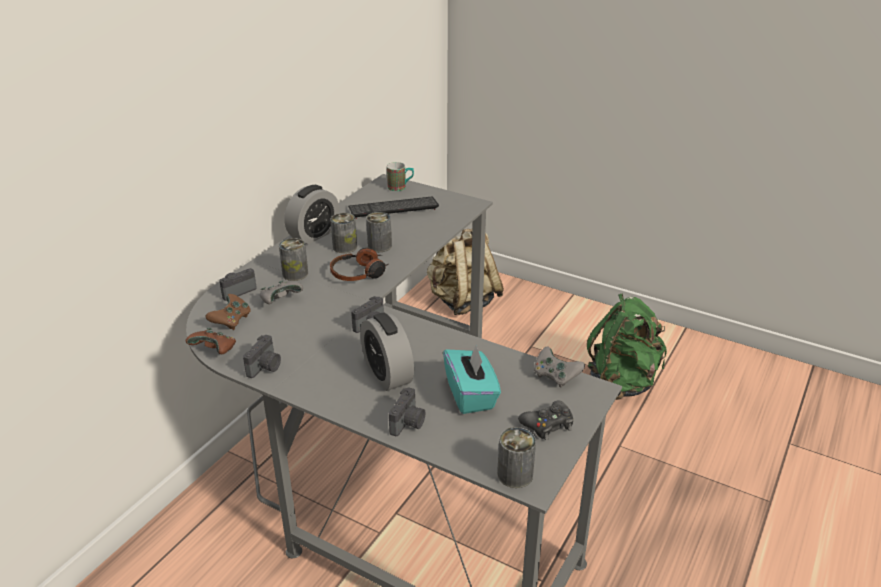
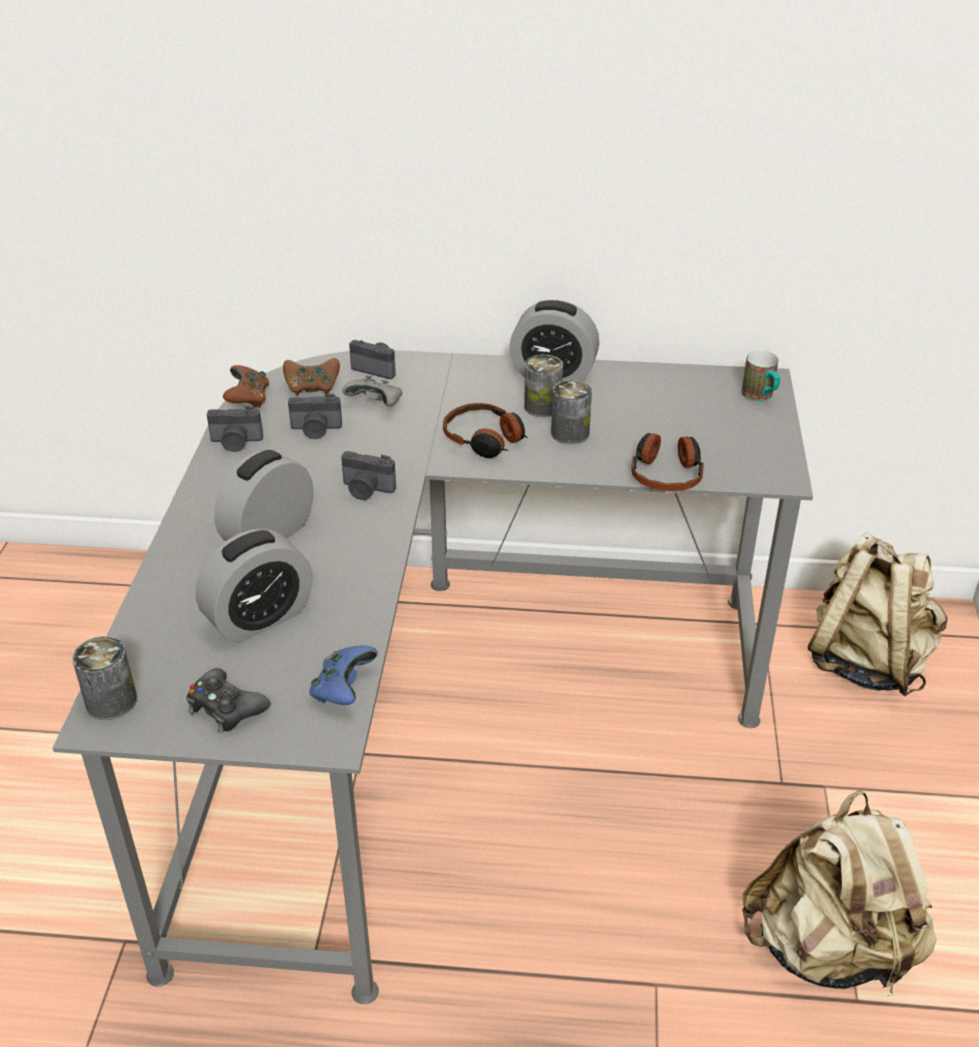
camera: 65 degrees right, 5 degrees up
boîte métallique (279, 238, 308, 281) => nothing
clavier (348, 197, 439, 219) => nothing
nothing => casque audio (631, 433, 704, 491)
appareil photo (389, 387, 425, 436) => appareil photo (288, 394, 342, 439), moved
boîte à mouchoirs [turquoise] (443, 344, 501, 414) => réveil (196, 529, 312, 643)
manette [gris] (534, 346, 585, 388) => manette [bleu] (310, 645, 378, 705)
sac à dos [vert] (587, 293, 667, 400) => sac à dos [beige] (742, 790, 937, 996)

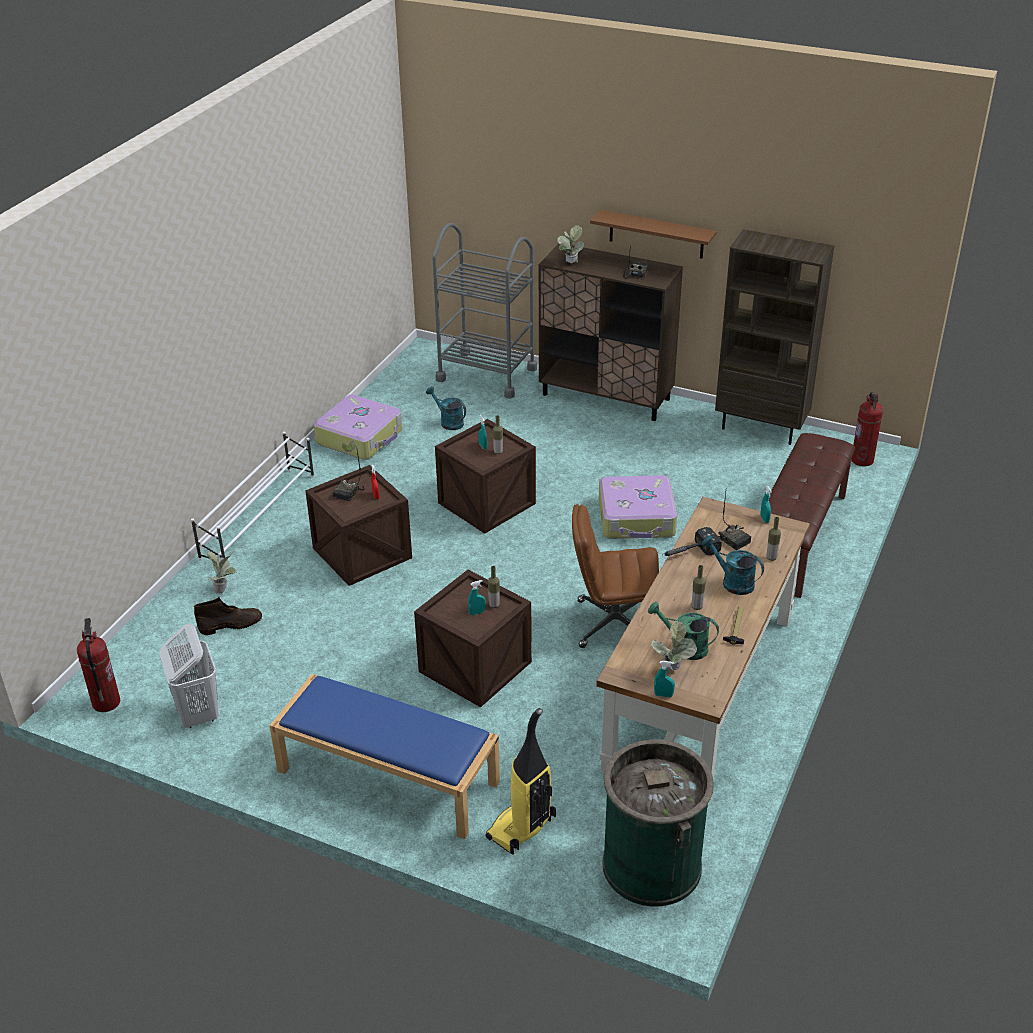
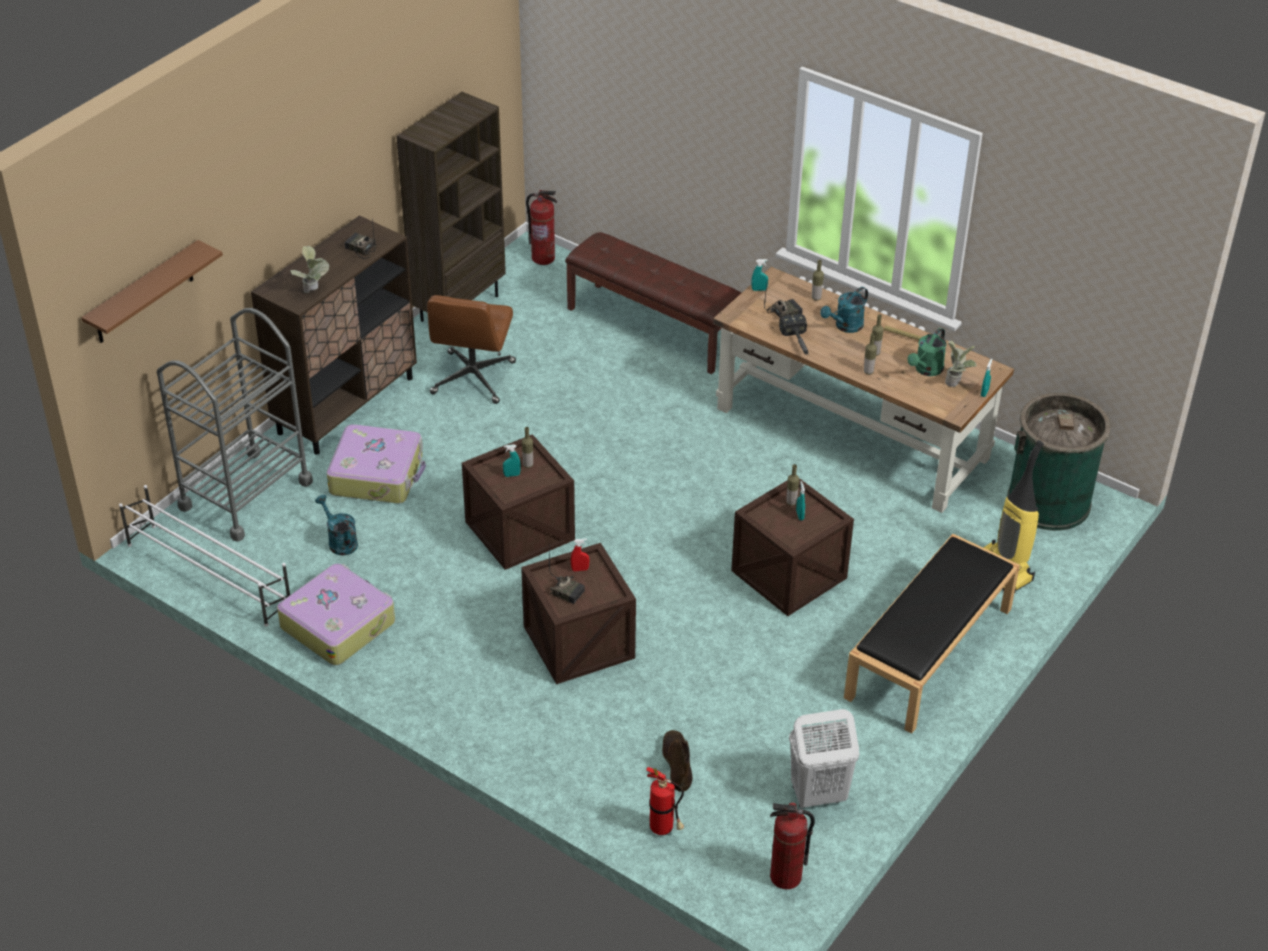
camera: 80 degrees left, 5 degrees up
plante en pot (206, 551, 237, 594) => nothing
nothing => extincteur (646, 767, 684, 835)
nothing => bouteille (864, 333, 877, 375)
étagère à chaussures [blanc] (191, 432, 314, 560) => étagère à chaussures [blanc] (119, 485, 290, 627), moved
chaise de bureau [marron] (572, 504, 659, 648) => chaise de bureau [marron] (427, 295, 516, 404), moved
étagère [marron] (590, 210, 717, 259) => étagère [marron] (81, 240, 223, 343), moved
valise (599, 475, 677, 539) => valise (327, 424, 426, 503), moved
banc [bleu] (270, 674, 500, 839) => banc [noir] (844, 534, 1020, 734)
arrosoir [turquoise] (426, 386, 466, 430) => arrosoir [turquoise] (315, 495, 358, 556), 90 degrees clockwise

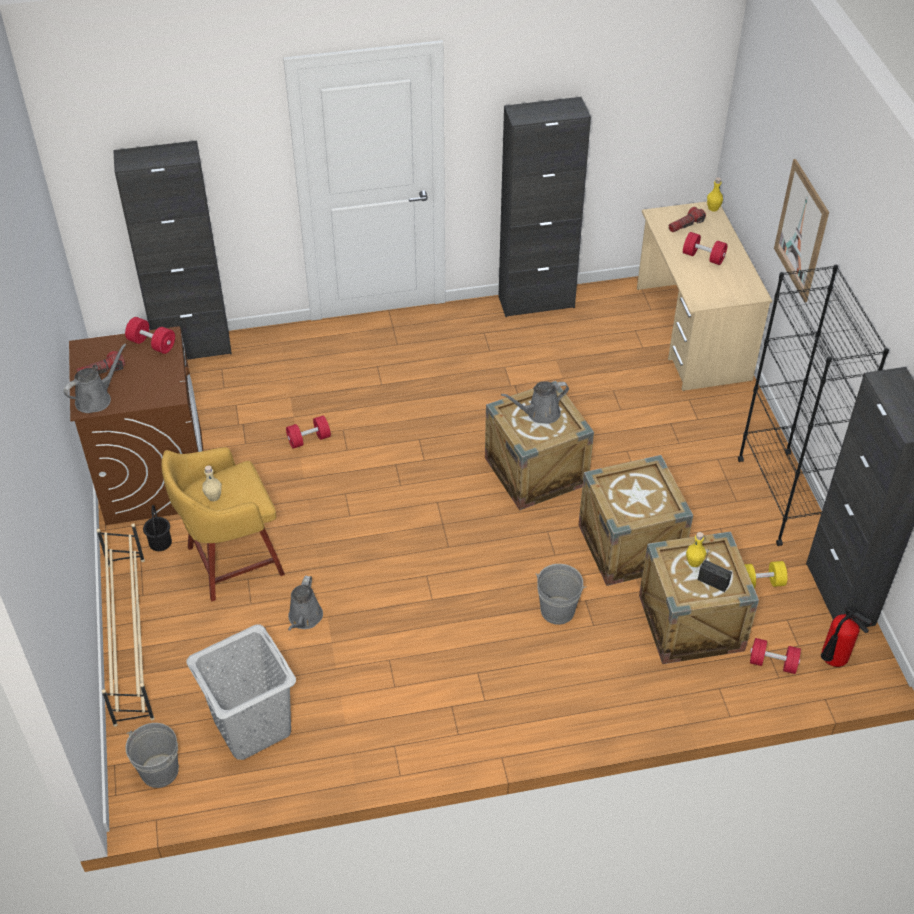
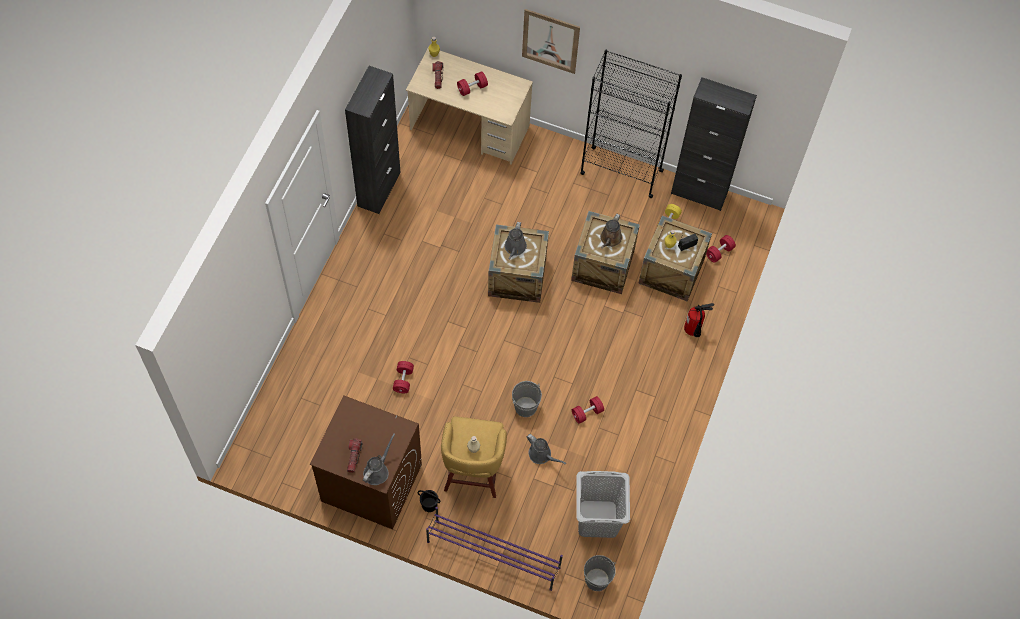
camera: 60 degrees left, 15 degrees up
meuble de rangement [noir] (113, 141, 232, 360) => nothing
nothing => arrosoir [marron] (600, 214, 622, 248)
haltère [rouge] (125, 317, 175, 354) => haltère [rouge] (572, 396, 604, 424), moved
seau [gris] (536, 564, 586, 625) => seau [gris] (512, 381, 542, 417), moved
extincteur (821, 607, 872, 667) => extincteur (684, 303, 714, 337), moved
étagère à chaussures [beige] (97, 523, 155, 727) => étagère à chaussures [violet] (426, 507, 563, 591)
arrosoir [gris] (64, 344, 126, 413) => arrosoir [gris] (363, 434, 395, 485), 45 degrees clockwise

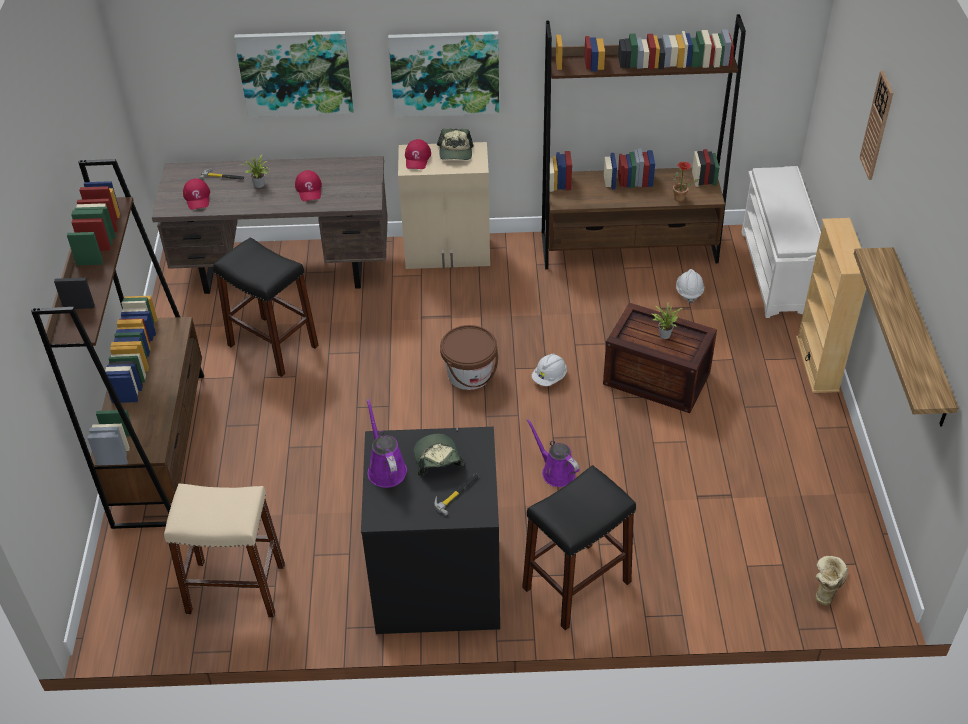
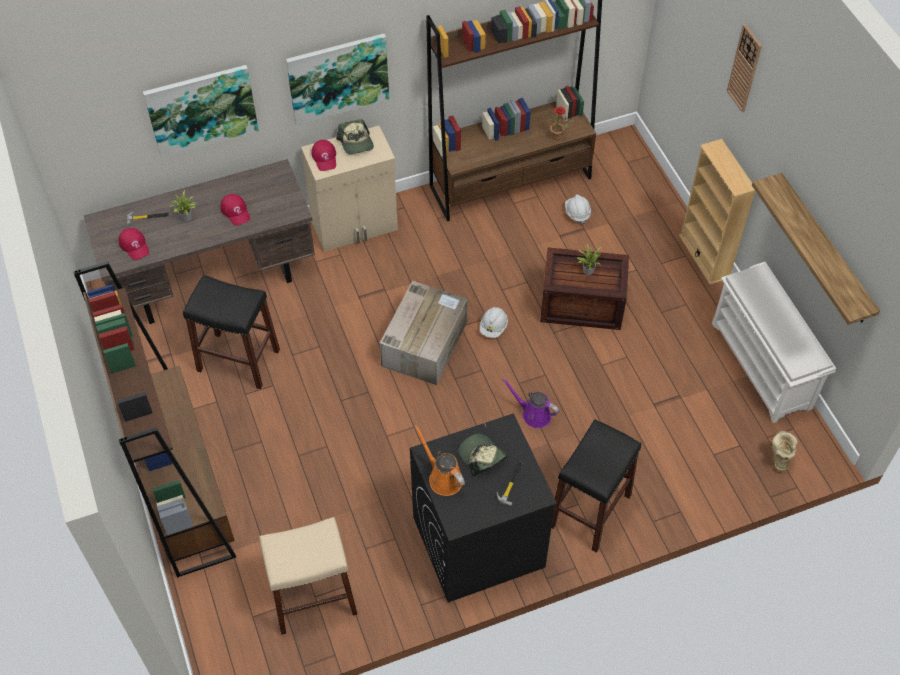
camera: 20 degrees left, 10 degrees up
étagère à chaussures [blanc] (742, 166, 821, 318) => étagère à chaussures [blanc] (712, 262, 836, 423), moved
seau [marron] (440, 325, 498, 390) => carton (379, 281, 468, 385)
arrosoir [violet] (367, 399, 407, 488) => arrosoir [orange] (414, 425, 465, 496)

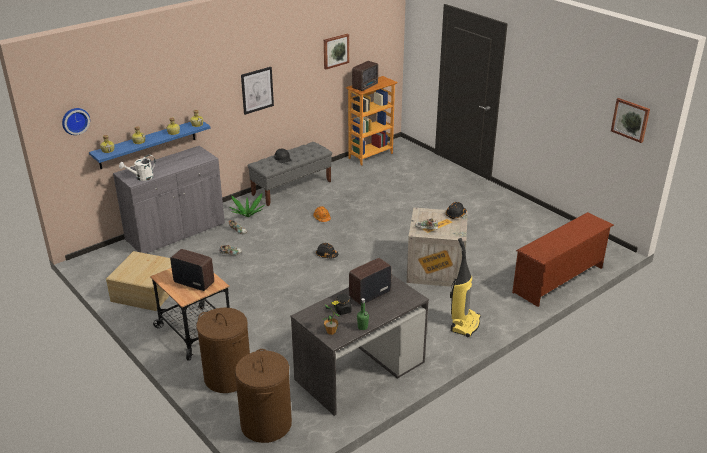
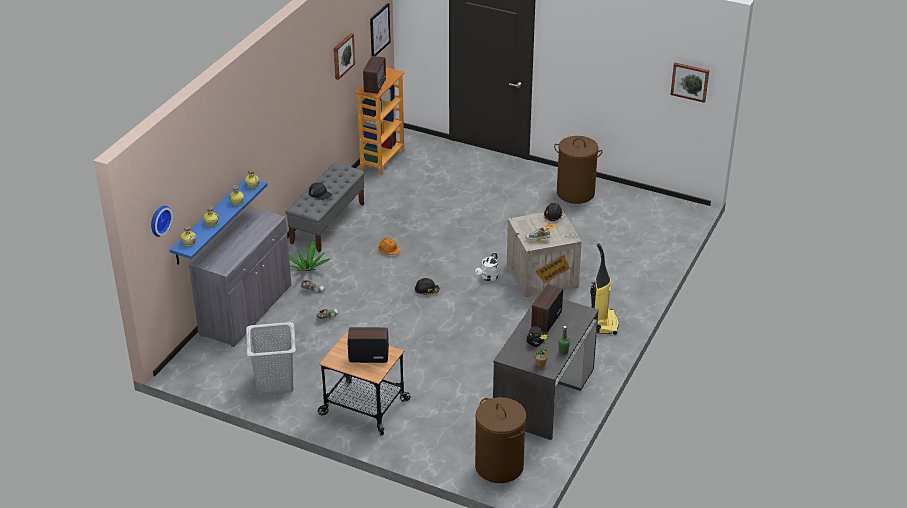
camera: 25 degrees left, 5 degrees up
étagère à chaussures [marron] (512, 212, 614, 307) => nothing
arrosoir [blanc] (119, 155, 155, 181) => arrosoir [blanc] (475, 252, 498, 281), moved
panier à linge [marron] (196, 308, 250, 393) => panier à linge [marron] (554, 136, 603, 204), moved
tableau (241, 67, 274, 115) => tableau (370, 3, 391, 56), moved
boîte de rangement [beige] (106, 251, 171, 311) => panier à linge [gris] (246, 322, 296, 395)

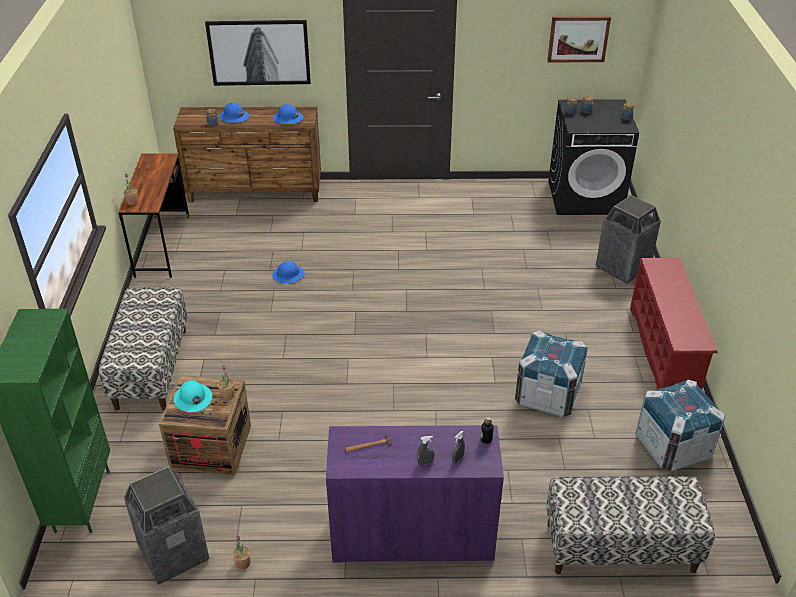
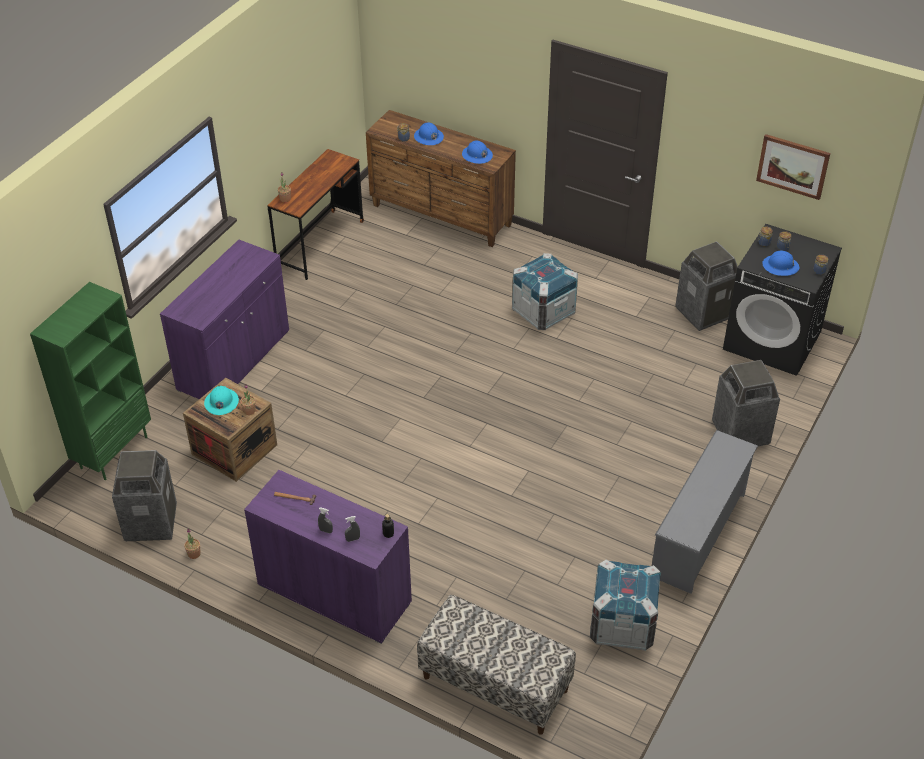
camera: 30 degrees right, 5 degrees up
tableau (205, 20, 311, 86) => nothing
nothing => poubelle (675, 241, 738, 331)
casque de chantier [bleu] (272, 261, 305, 284) => casque de chantier [bleu] (763, 251, 799, 276), moved
caisse (515, 331, 588, 417) => caisse (512, 253, 578, 330), moved
banc (99, 287, 188, 411) => meuble de rangement [violet] (160, 240, 289, 399)
étagère à chaussures [rouge] (630, 258, 718, 389) => étagère à chaussures [gris] (652, 430, 758, 594)

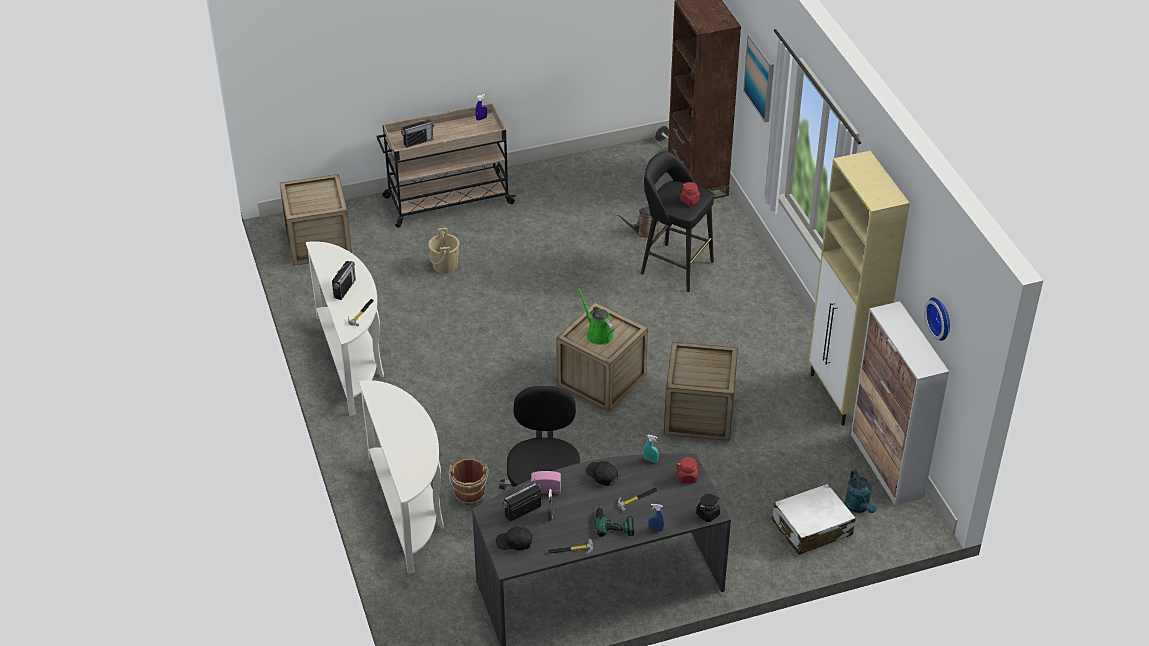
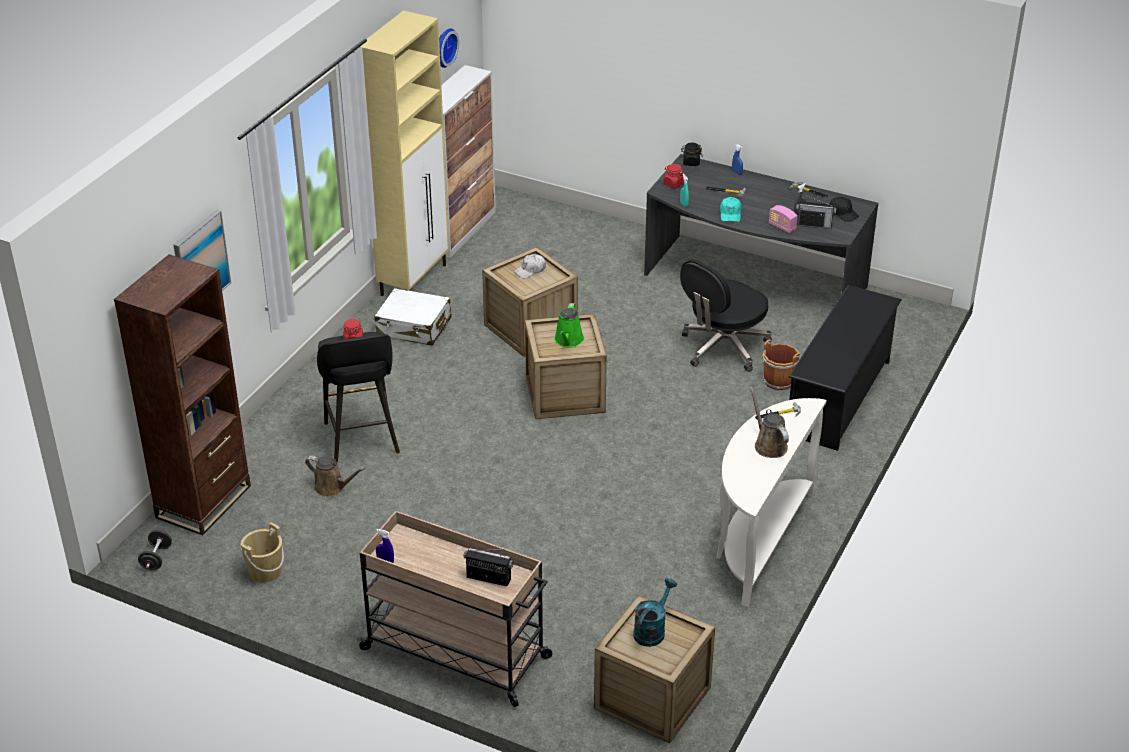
camera: 135 degrees left, 5 degrees down
perceuse (595, 506, 634, 537) => nothing
nothing => casquette [blanc] (514, 254, 546, 278)
seau [beige] (428, 228, 460, 274) => seau [beige] (240, 522, 284, 582), moved
valise [blanc] (772, 484, 856, 555) => valise [blanc] (374, 288, 451, 346), moved
arrosoir [turquoise] (845, 470, 877, 513) => arrosoir [turquoise] (633, 578, 677, 647), moved
radio (332, 261, 356, 300) => arrosoir [marron] (750, 386, 789, 458)
table console [blanc] (359, 380, 444, 574) => étagère à chaussures [noir] (789, 285, 902, 451)
casquette [noir] (586, 461, 618, 486) => casquette [turquoise] (720, 197, 742, 222)

